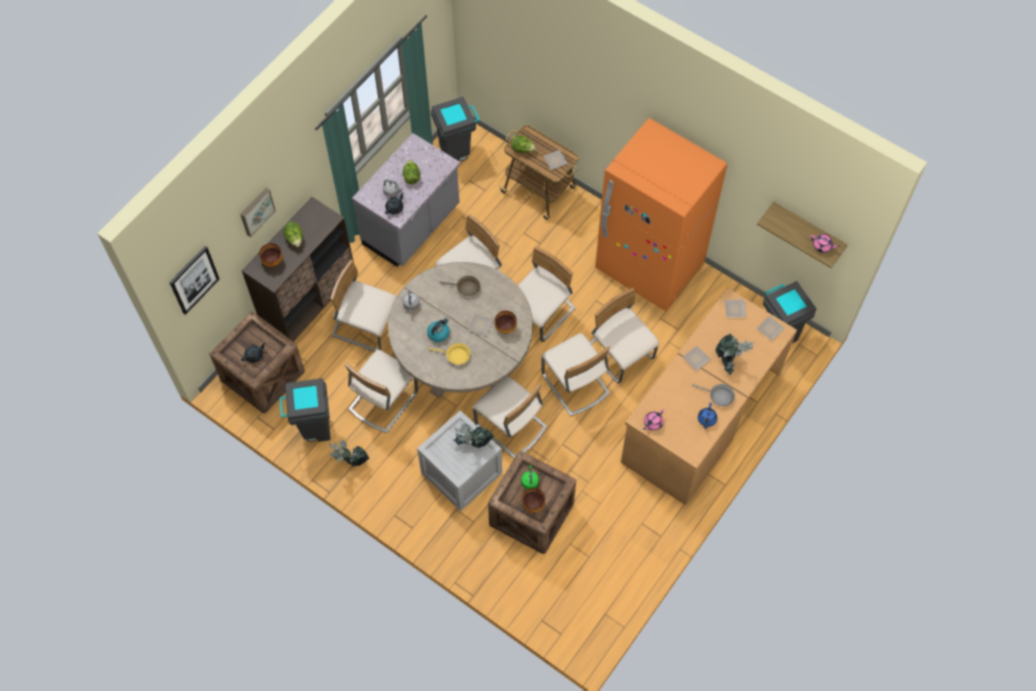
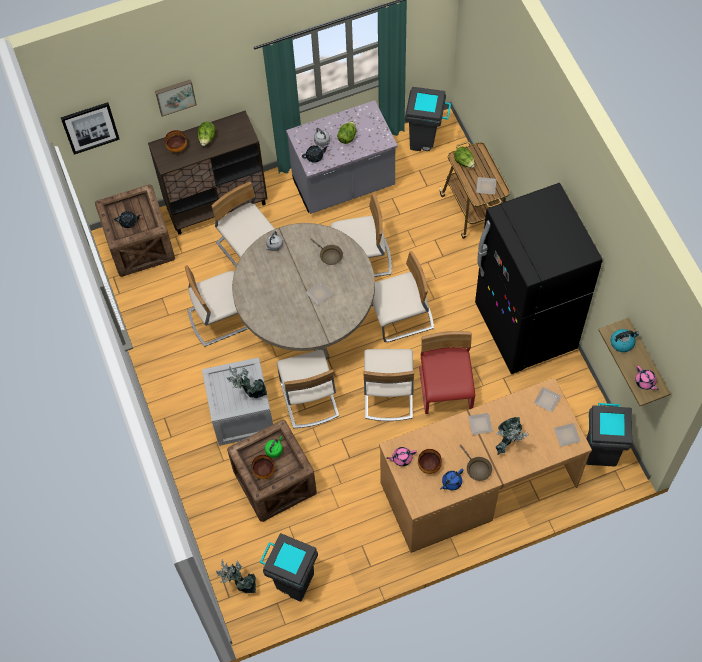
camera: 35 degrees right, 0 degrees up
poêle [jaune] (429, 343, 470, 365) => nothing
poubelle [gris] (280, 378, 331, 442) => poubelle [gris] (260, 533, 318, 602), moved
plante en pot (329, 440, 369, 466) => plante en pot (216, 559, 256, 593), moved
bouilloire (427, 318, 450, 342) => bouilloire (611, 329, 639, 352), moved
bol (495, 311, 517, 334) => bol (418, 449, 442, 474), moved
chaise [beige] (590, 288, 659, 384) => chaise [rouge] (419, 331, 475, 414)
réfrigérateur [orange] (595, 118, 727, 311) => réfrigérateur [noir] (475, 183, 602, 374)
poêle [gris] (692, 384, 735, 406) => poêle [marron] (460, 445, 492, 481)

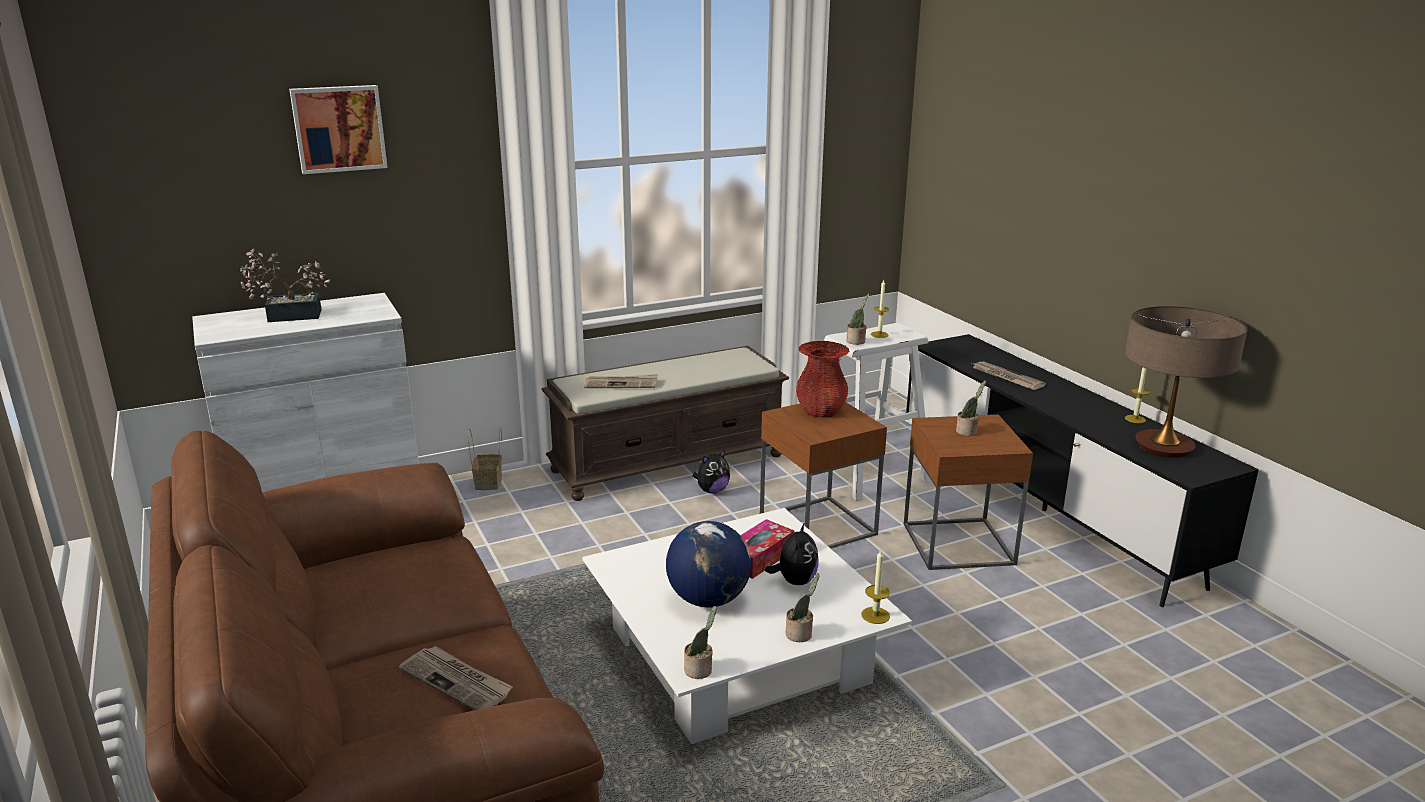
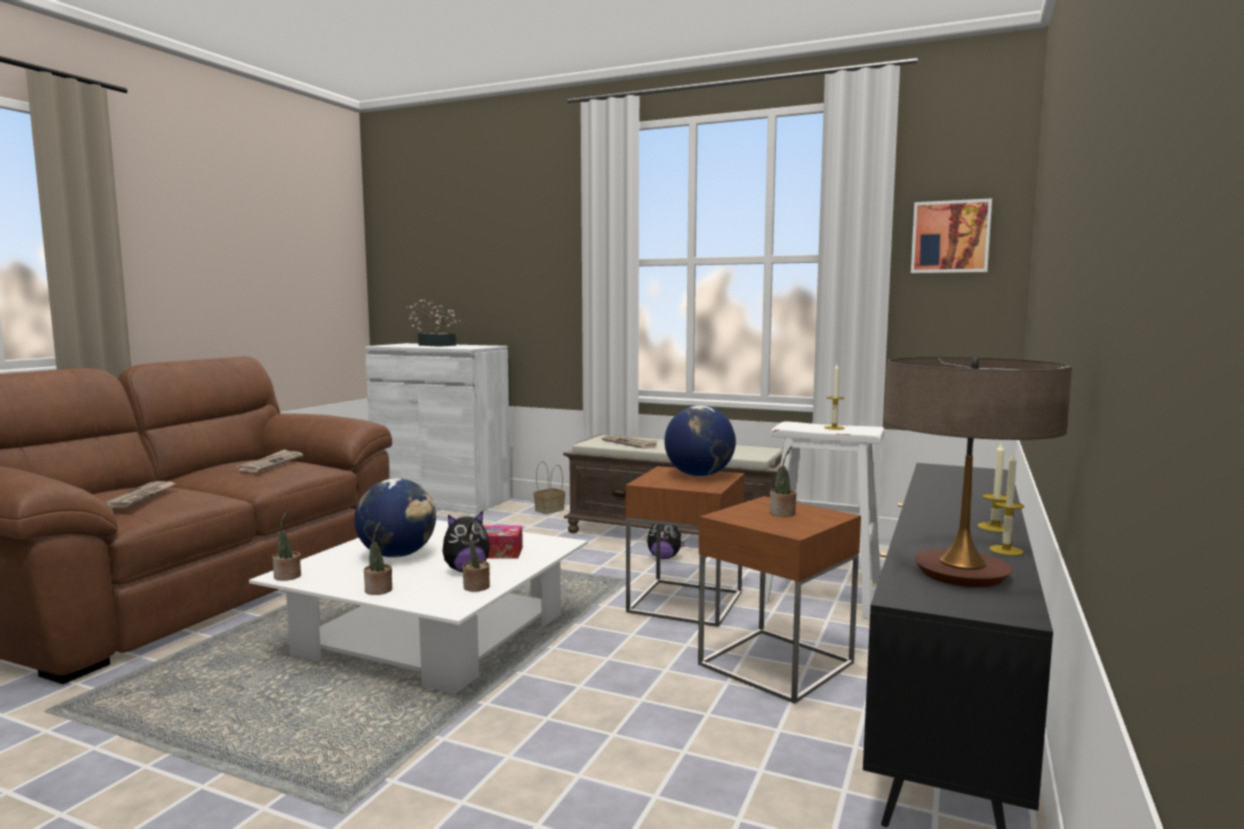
camera: 50 degrees right, 15 degrees down
tableau (289, 85, 388, 174) => tableau (911, 198, 992, 273), moved
plante en pot (846, 293, 869, 345) => plante en pot (463, 520, 490, 592), moved
bougie (861, 550, 890, 624) => bougie (977, 443, 1013, 532), moved
journal (973, 361, 1046, 390) => journal (236, 449, 303, 472), moved
vase [rouge] (796, 341, 850, 418) => globe (664, 405, 736, 477)

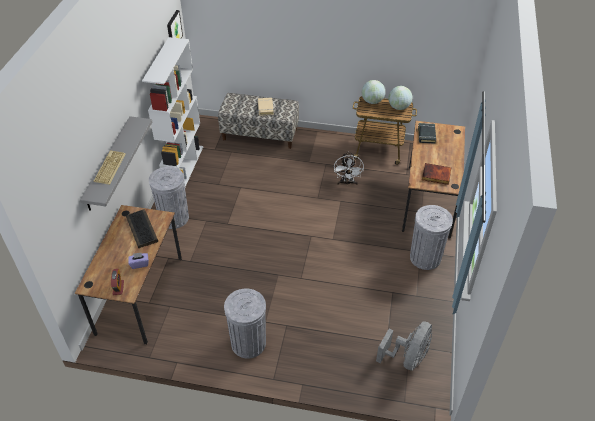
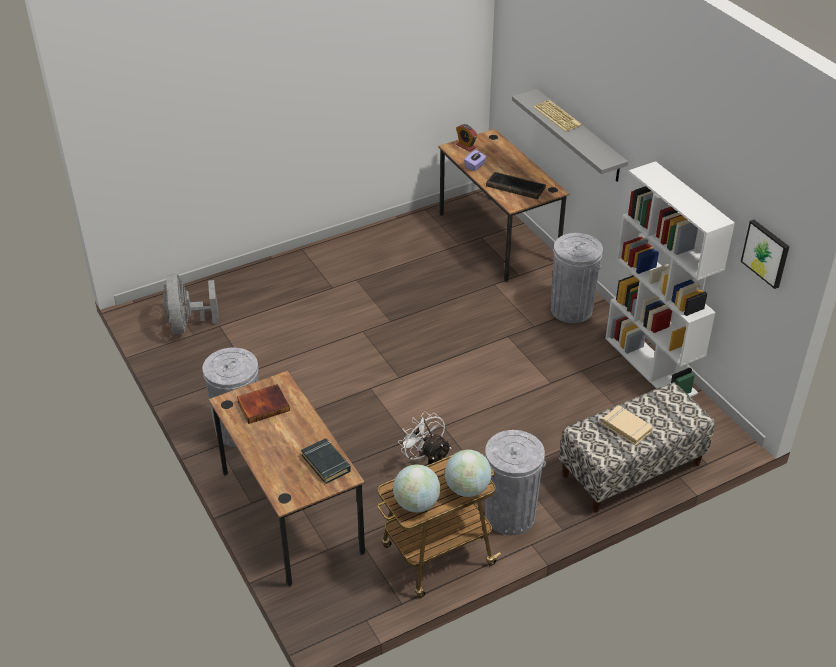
camera: 140 degrees right, 5 degrees down
poubelle [gris] (224, 289, 266, 359) => poubelle [gris] (485, 430, 546, 535), moved

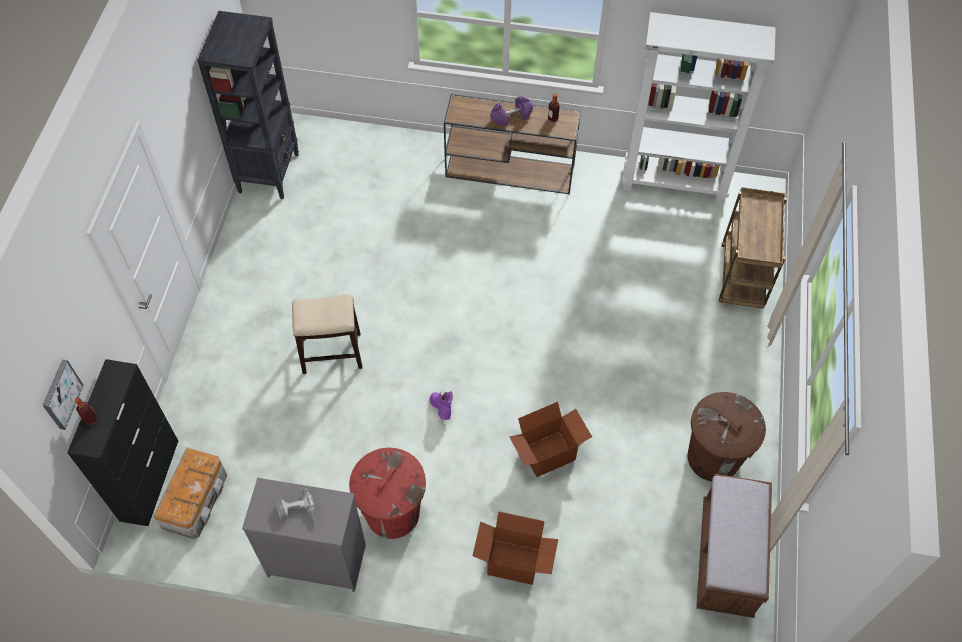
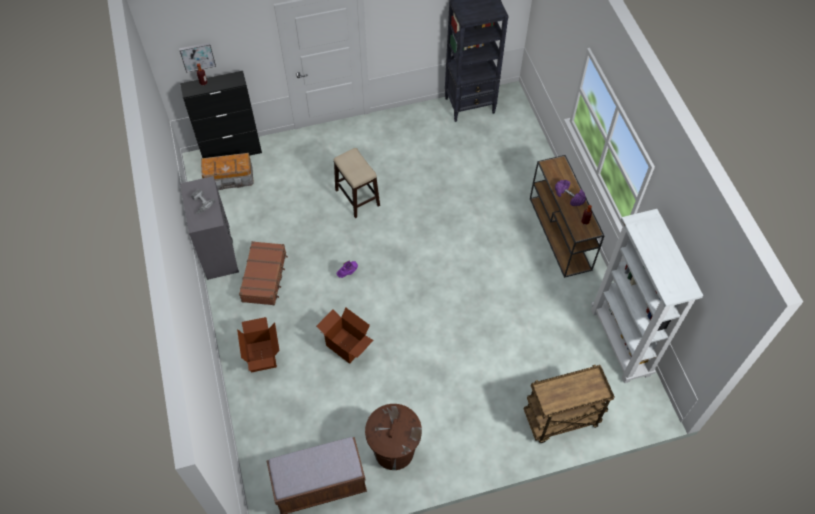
camera: 65 degrees right, 0 degrees up
poubelle [rouge] (349, 448, 426, 539) => valise [marron] (239, 241, 288, 305)

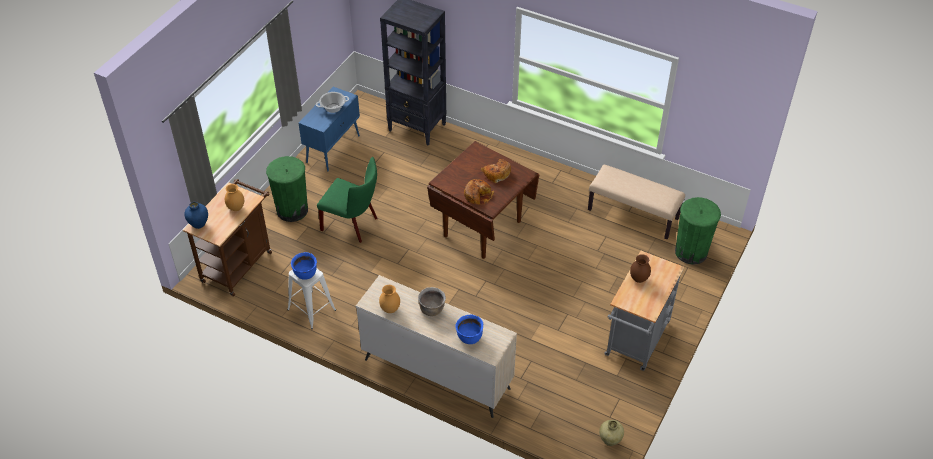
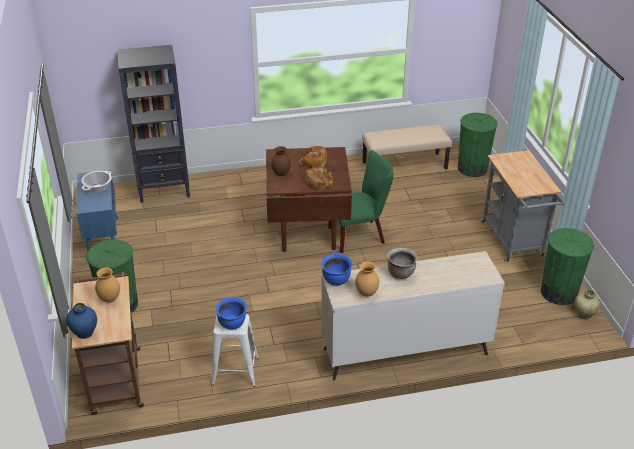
camera: 40 degrees left, 10 degrees down
nothing => poubelle [vert] (541, 228, 594, 305)
chaise [vert] (317, 157, 378, 243) => chaise [vert] (328, 150, 393, 253), moved
marmite [bleu] (456, 314, 483, 344) => marmite [bleu] (321, 254, 352, 286), moved
vase [marron] (630, 254, 651, 283) => vase [marron] (271, 146, 291, 176), moved

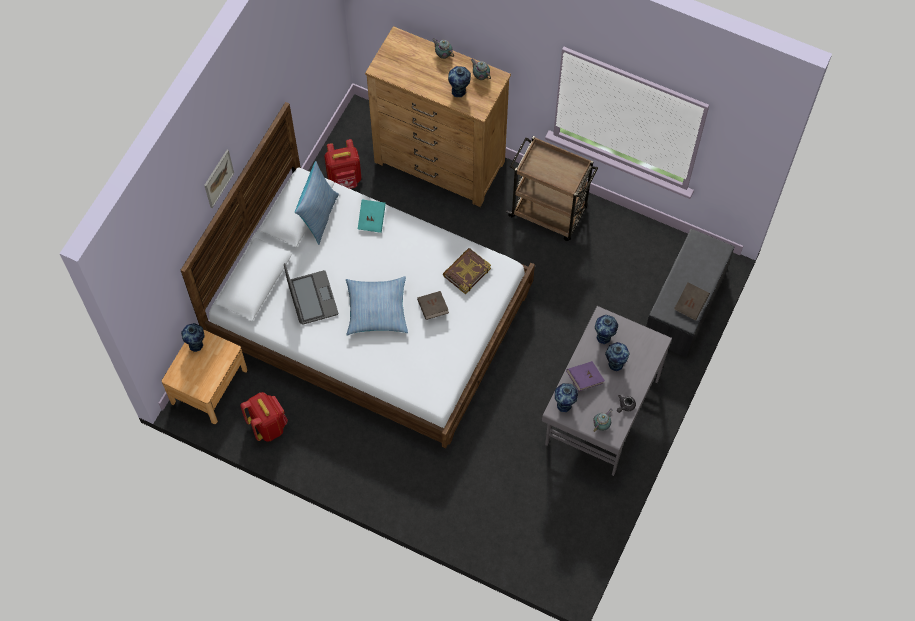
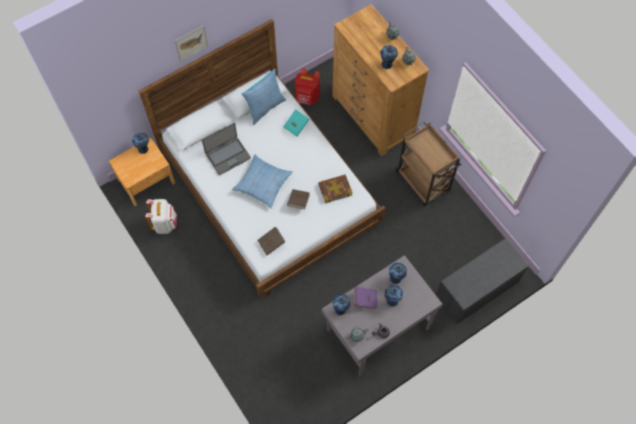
camera: 30 degrees right, 0 degrees up
livre [marron] (674, 282, 710, 320) => livre [marron] (257, 227, 286, 255), moved
sac à dos [rouge] (240, 392, 288, 442) => sac à dos [blanc] (146, 199, 177, 234)
ordinateur portable (284, 263, 338, 325) => ordinateur portable (202, 123, 251, 175), 45 degrees clockwise

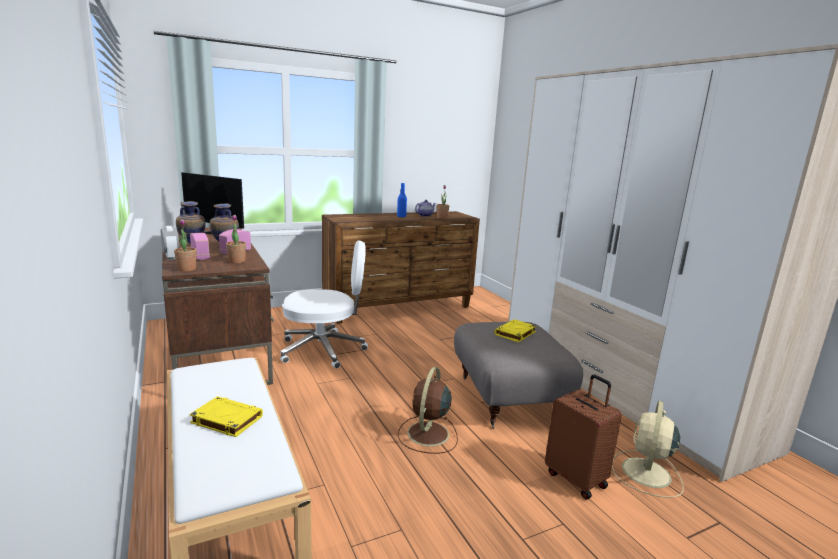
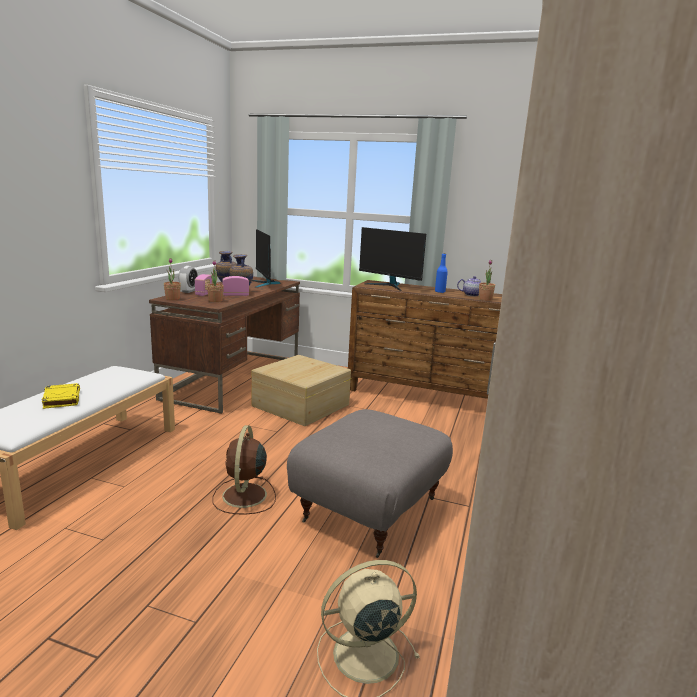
camera: 45 degrees right, 0 degrees up
livre [jaune] (494, 319, 536, 342) => nothing
valise [marron] (545, 374, 622, 500) => nothing
nothing => écran d'ordinateur (359, 227, 426, 291)
chaise de bureau [blanc] (280, 241, 368, 369) => boîte de rangement [beige] (252, 355, 351, 426)
ventilateur [marron] (398, 367, 458, 454) => ventilateur [marron] (213, 425, 276, 514), 60 degrees counterclockwise

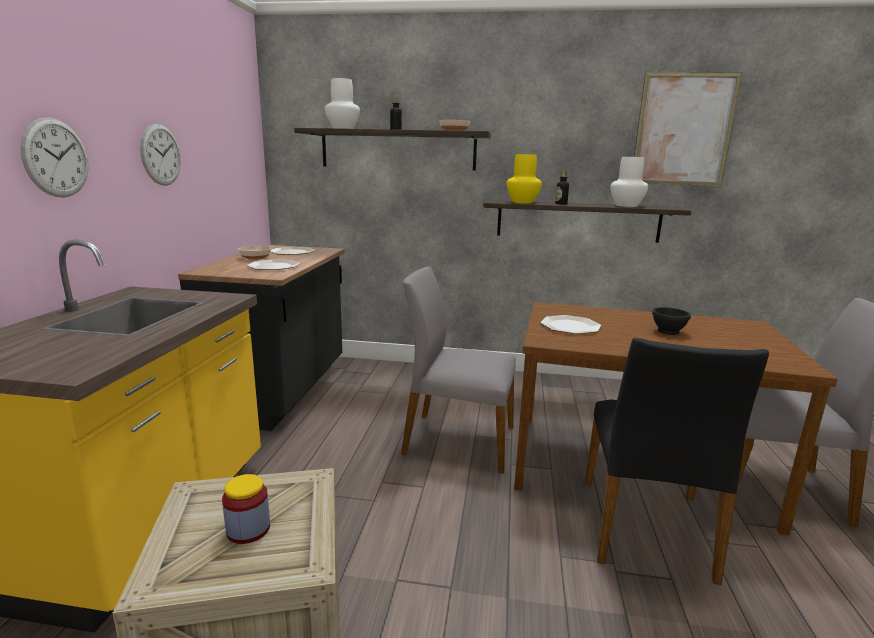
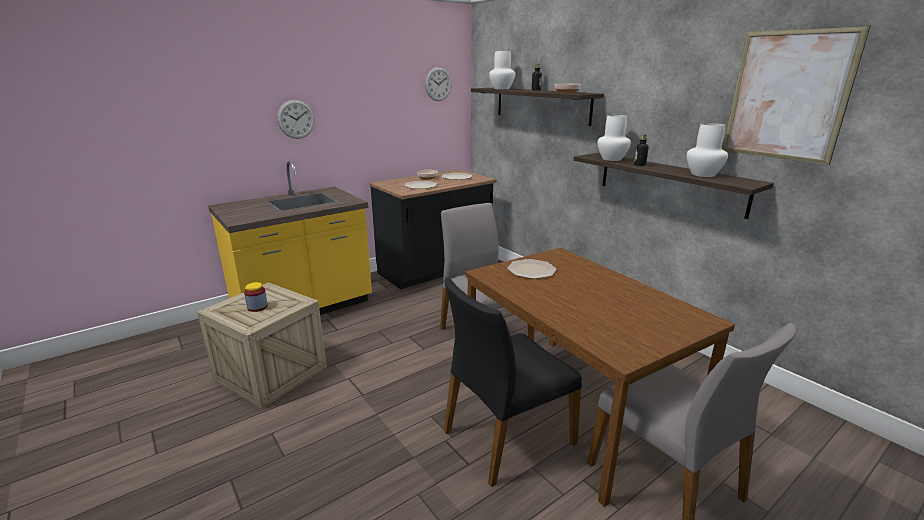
camera: 45 degrees right, 5 degrees up
bol [noir] (652, 307, 691, 335) => nothing
horloge murale (140, 124, 181, 186) => horloge murale (425, 67, 452, 101), moved
vase [jaune] (507, 154, 542, 203) => vase [blanc] (597, 115, 631, 161)

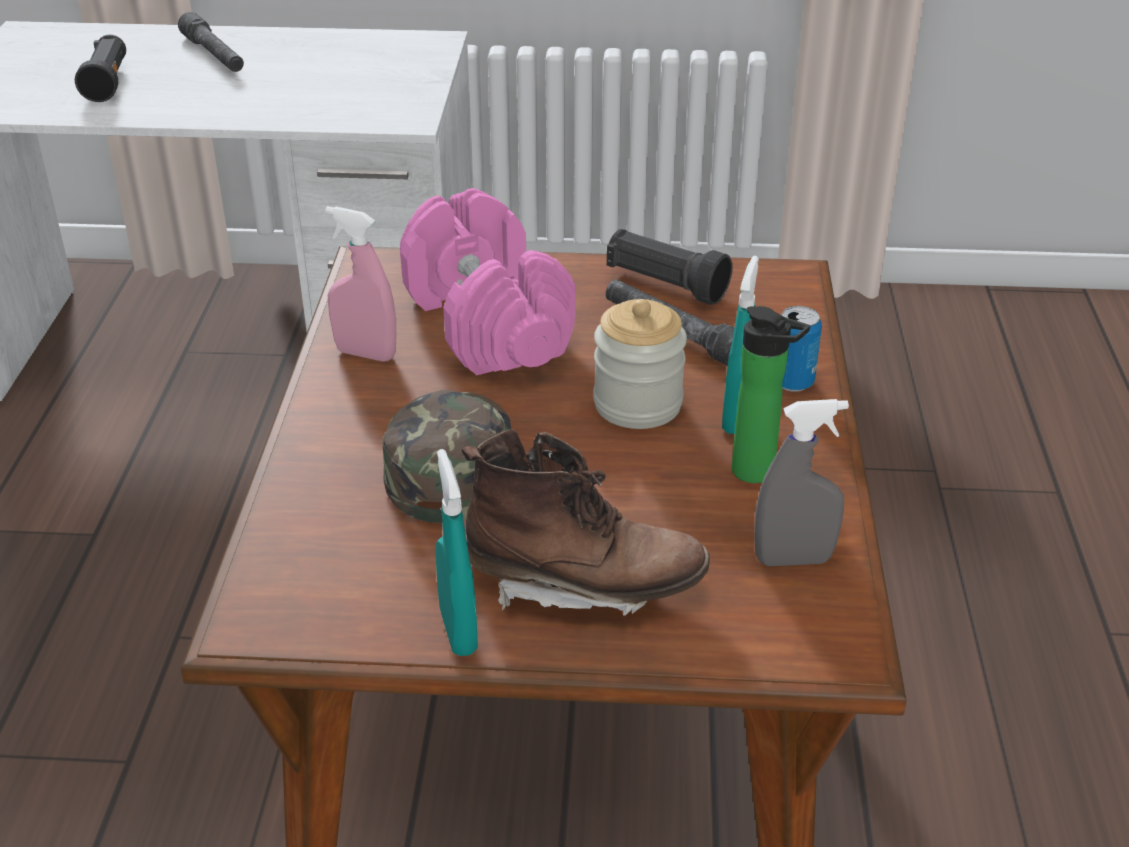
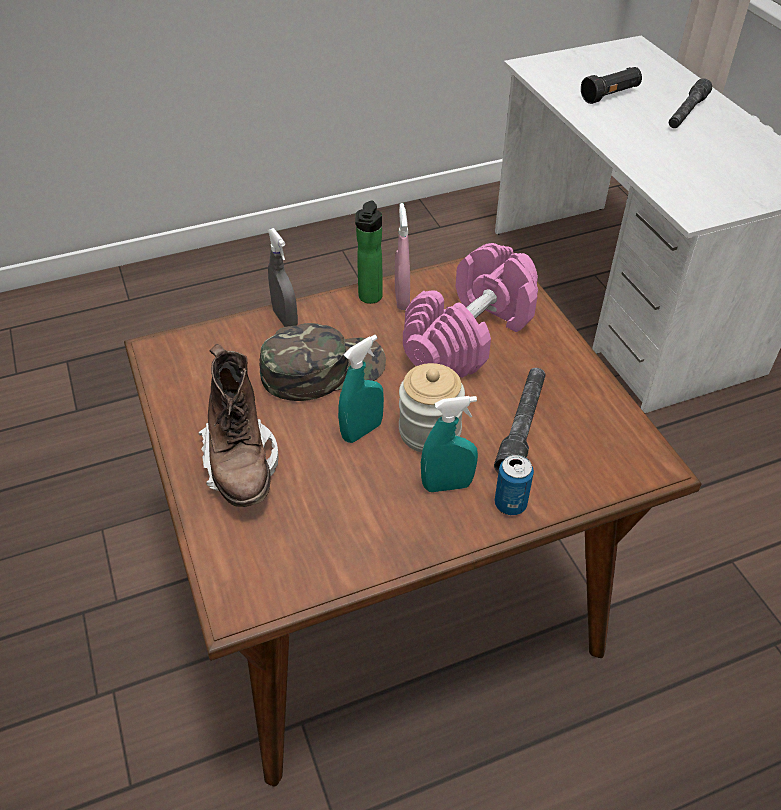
camera: 65 degrees right, 10 degrees up
lampe de poche [noir] (607, 229, 733, 305) => nothing
vaporisateur [turquoise] (436, 449, 478, 656) => vaporisateur [turquoise] (338, 335, 384, 443), moved
bouteille (732, 306, 810, 483) => bouteille (355, 200, 383, 304), moved
vaporisateur [gris] (755, 399, 849, 566) => vaporisateur [gris] (267, 228, 298, 327), moved

